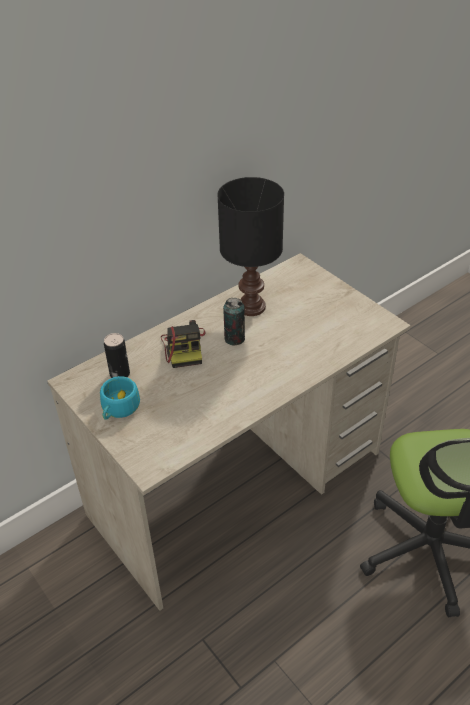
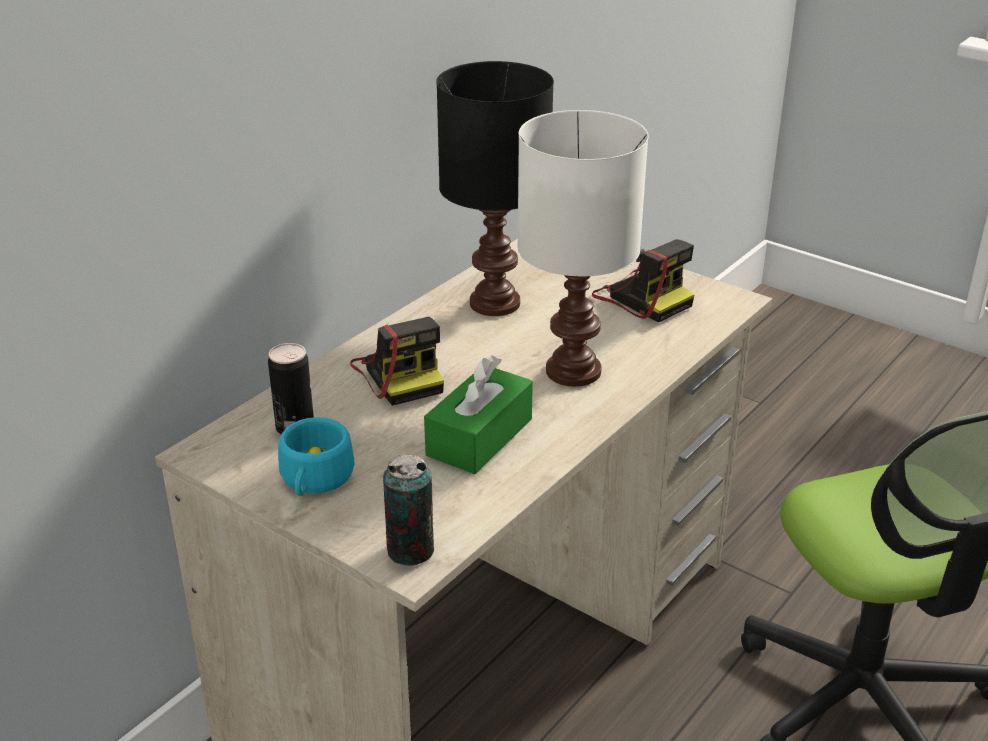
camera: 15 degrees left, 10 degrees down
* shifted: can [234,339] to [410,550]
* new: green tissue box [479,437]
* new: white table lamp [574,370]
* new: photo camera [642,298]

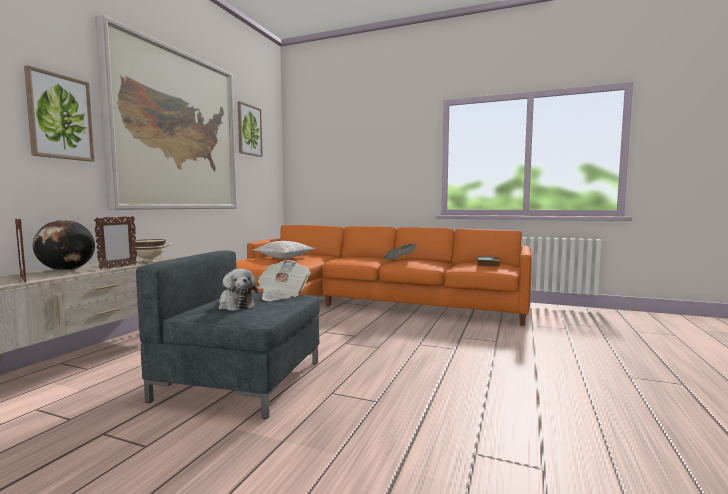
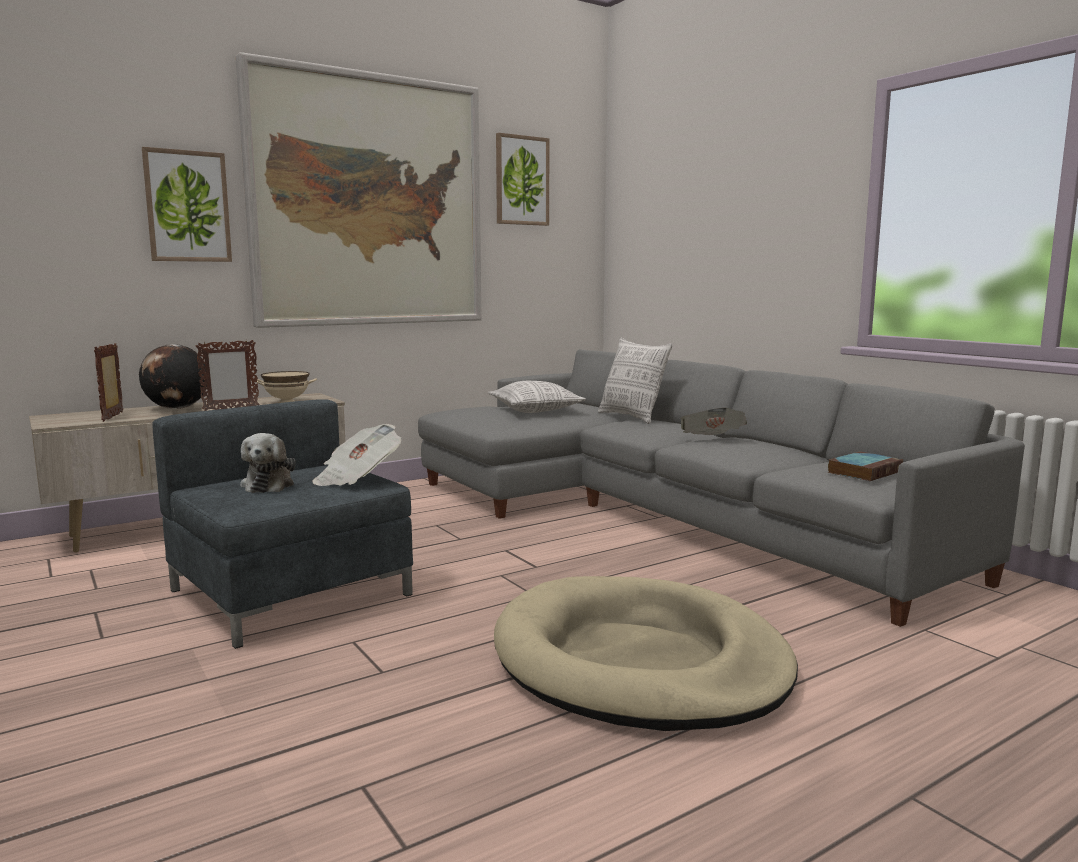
camera: 35 degrees right, 5 degrees up
* repainted: orange sofa [362,303] to grey sofa [654,512]
* new: beige dog bed [639,661]
* new: pillow [632,417]

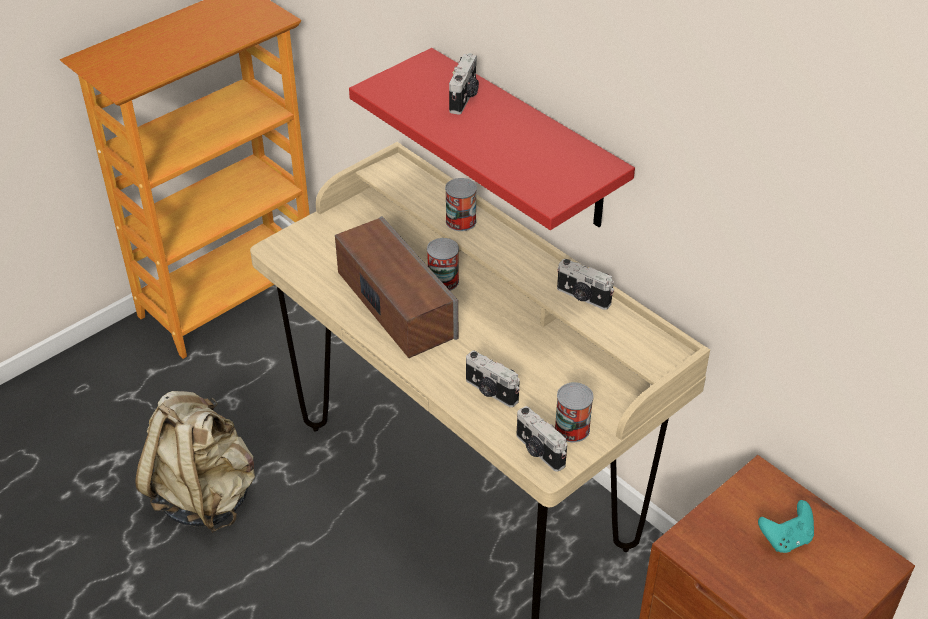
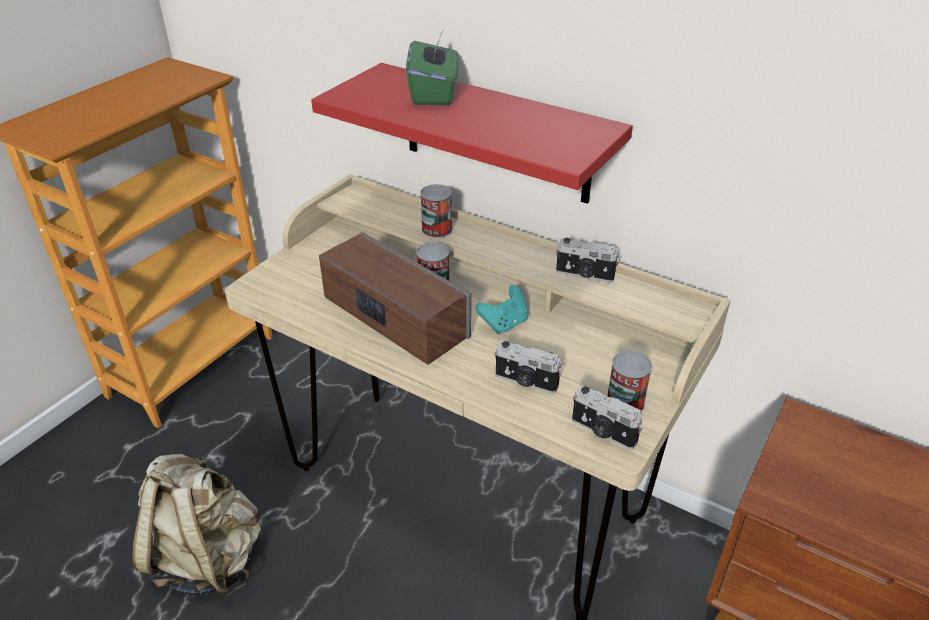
camera: 15 degrees left, 5 degrees down
* swapped: photo camera [464,98] to green tissue box [434,93]
* shifted: turquoise game controller [786,539] to [504,324]

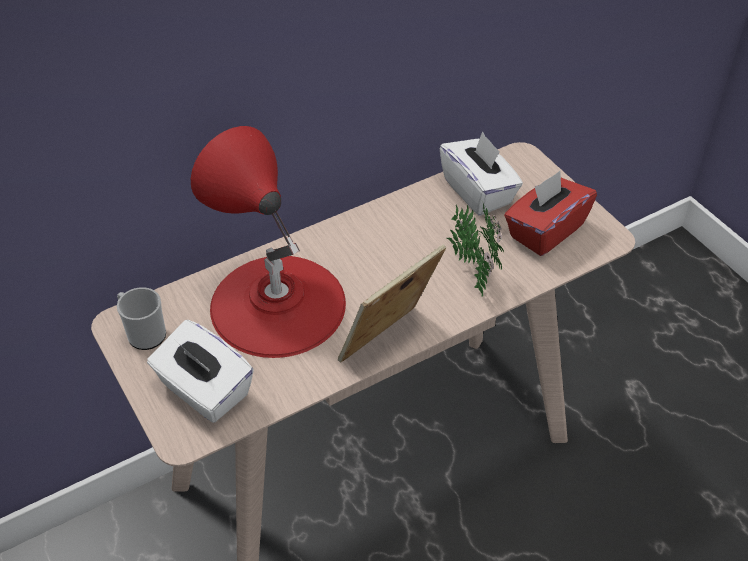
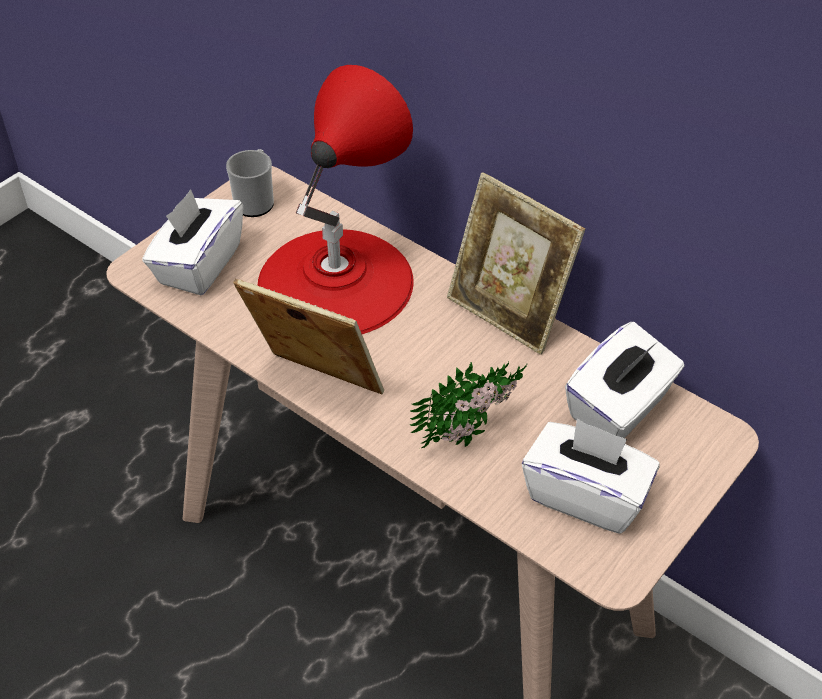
camera: 70 degrees right, 0 degrees up
* new: picture frame [508,314]
* repainted: red tissue box [545,231] to white tissue box [586,495]

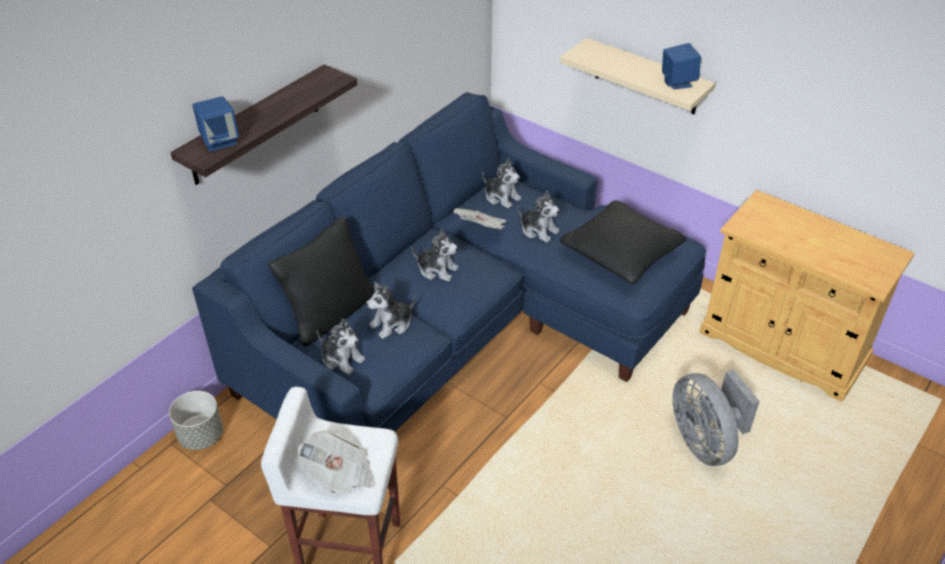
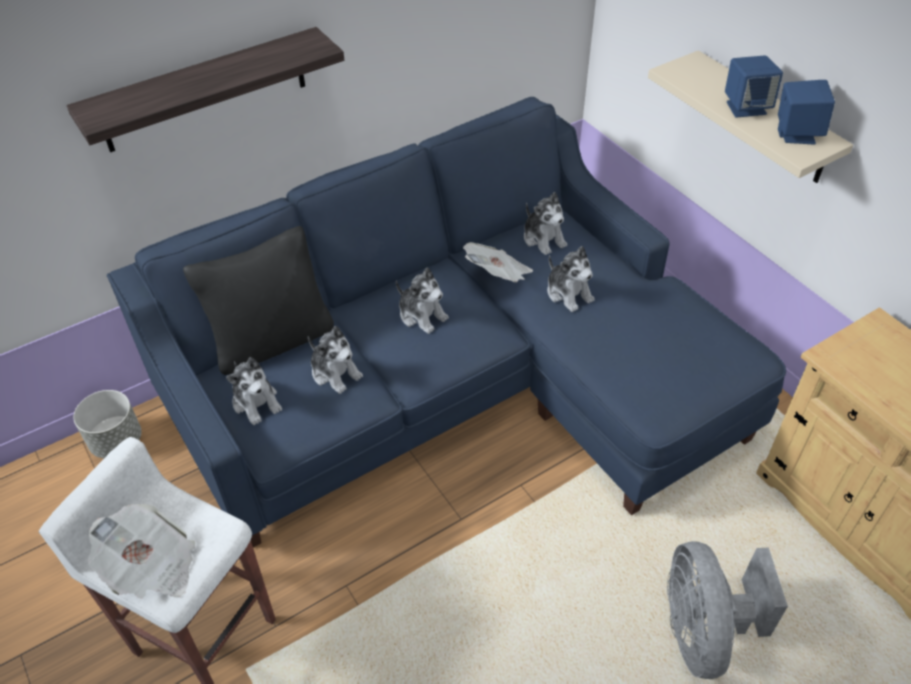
camera: 20 degrees right, 5 degrees up
* rotated: plush toy [392,324] = [335,372] 120 degrees counterclockwise
* shifted: blue speaker [220,141] to [746,107]
* gone: black pillow [621,253]

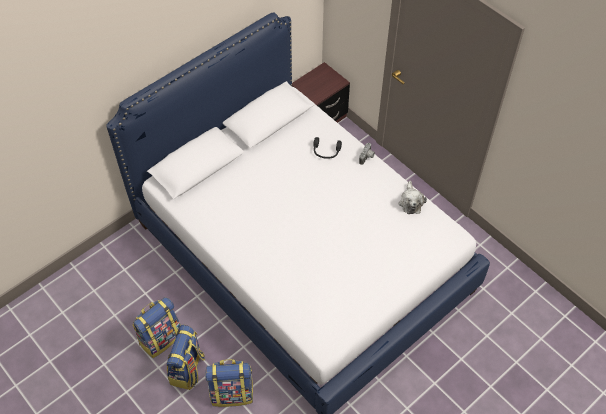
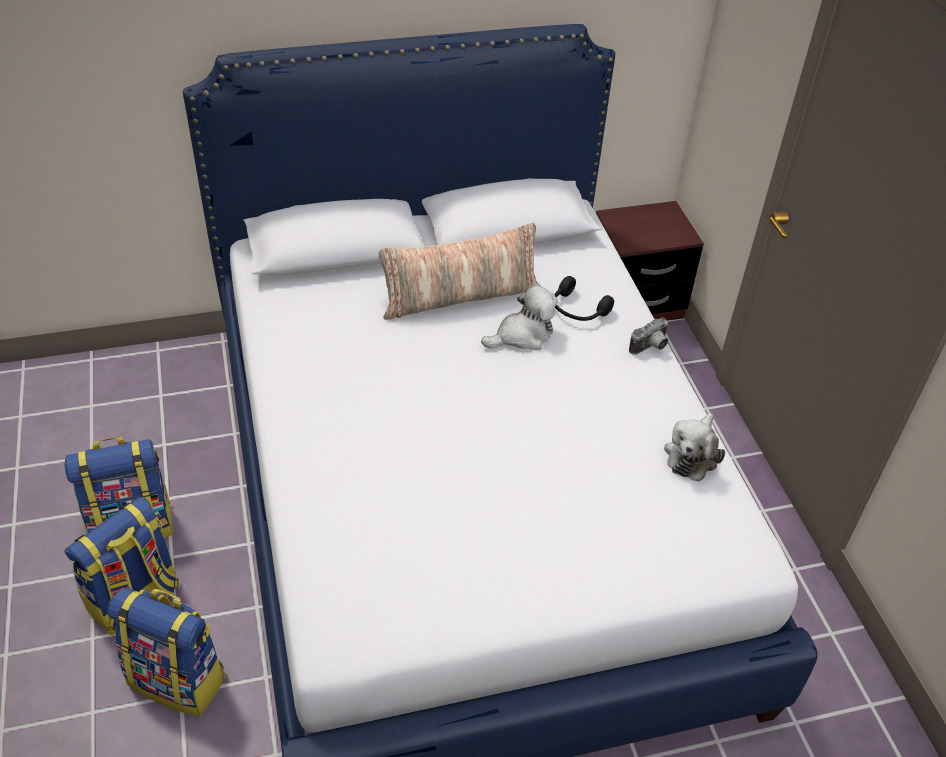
camera: 25 degrees right, 10 degrees down
* new: pillow [460,297]
* new: plush toy [522,335]

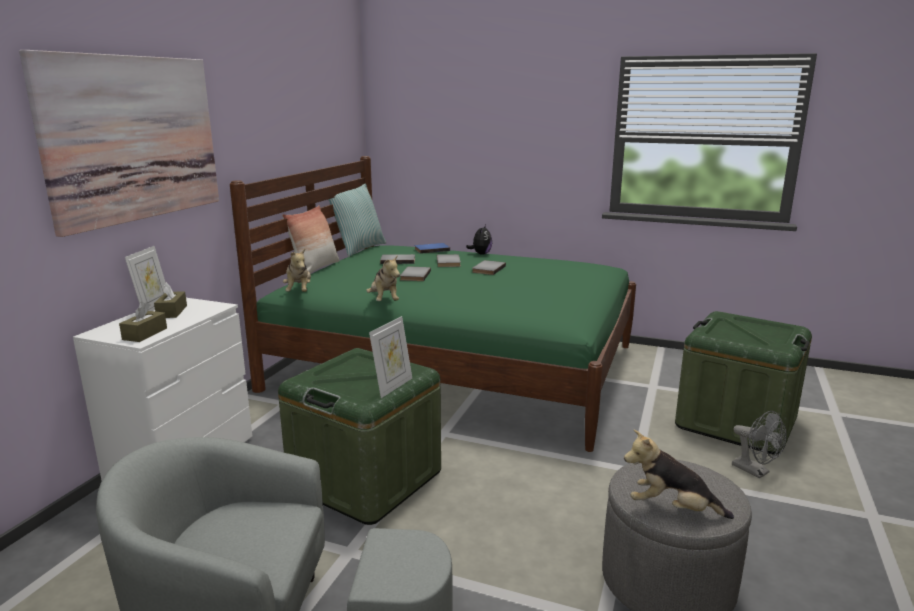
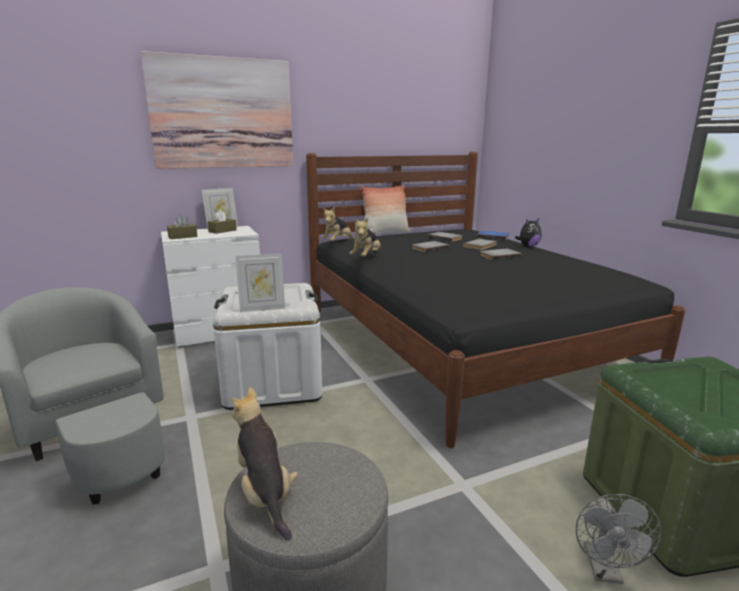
camera: 45 degrees right, 0 degrees up
* repainted: green storage box [365,479] to white storage box [273,383]
* repainted: green bed [455,368] to black bed [459,341]
* gone: pillow [358,249]

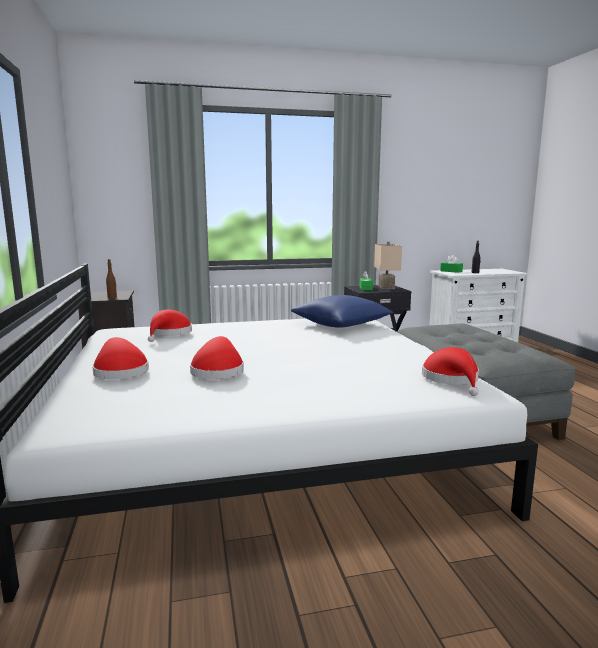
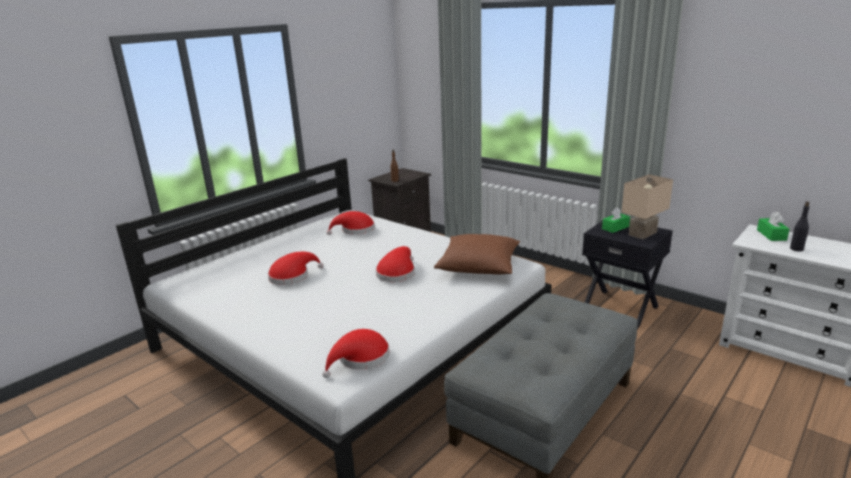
camera: 55 degrees right, 10 degrees up
* shifted: red hat [120,371] to [397,273]
* repainted: blue pillow [341,325] to brown pillow [478,267]

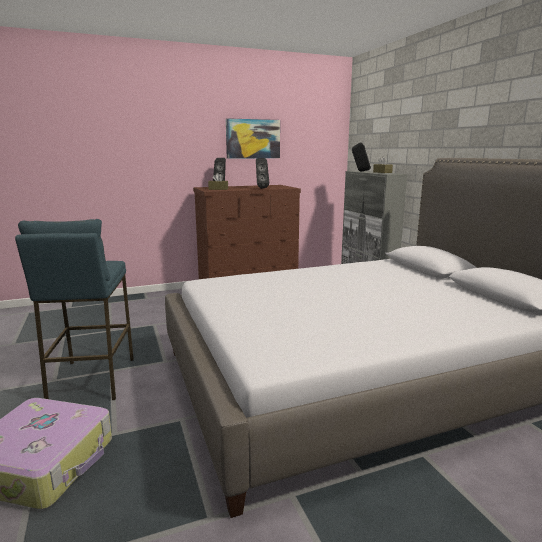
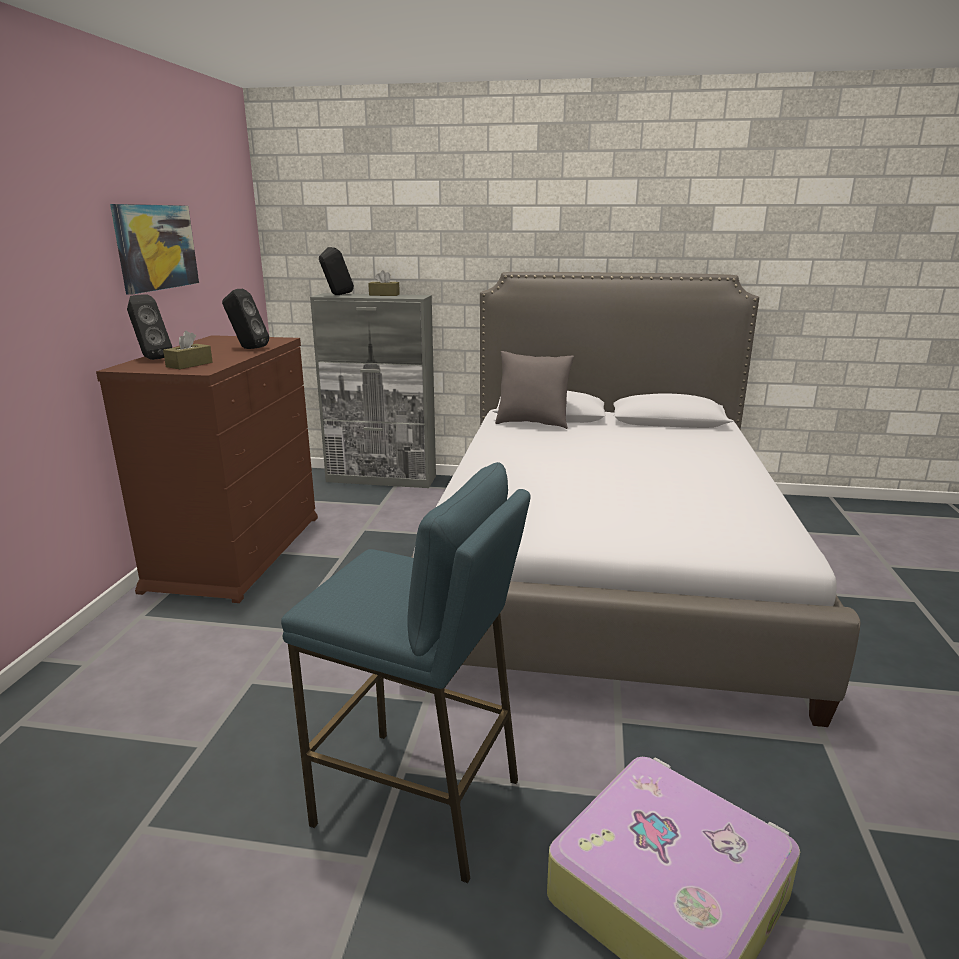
camera: 60 degrees left, 5 degrees up
* new: grey pillow [532,423]

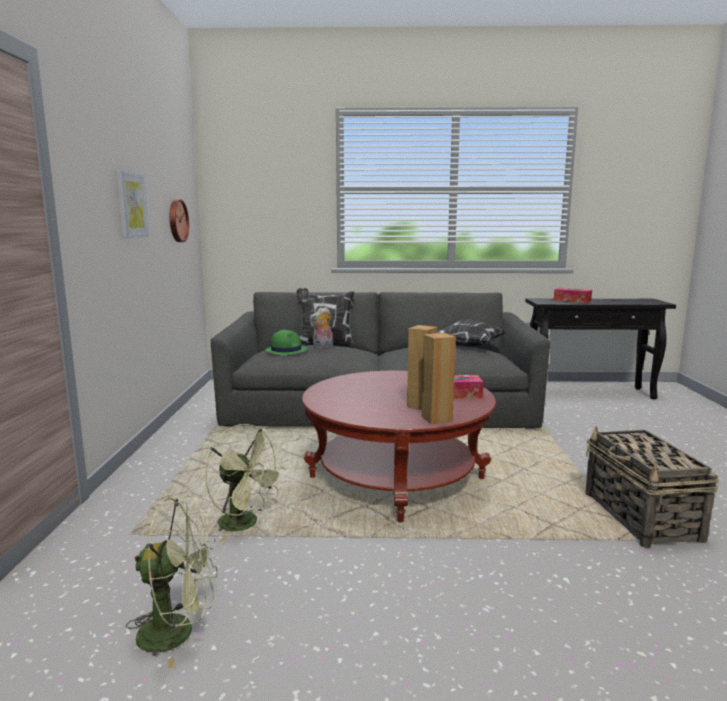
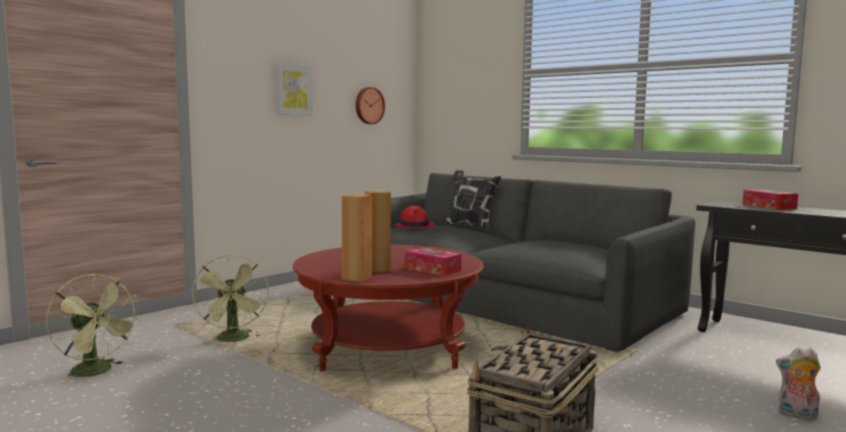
camera: 40 degrees right, 5 degrees down
* repainted: green hat [286,350] to red hat [415,226]
* shifted: plush toy [322,347] to [797,415]
* gone: pillow [468,347]

